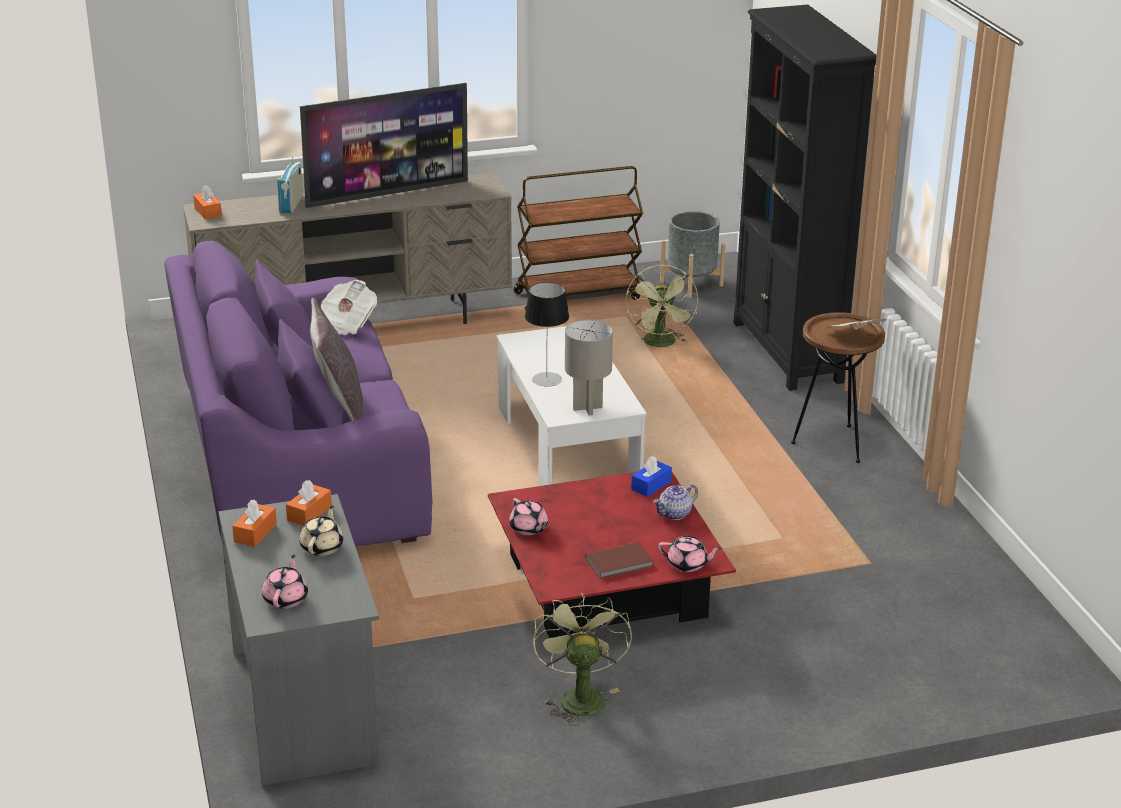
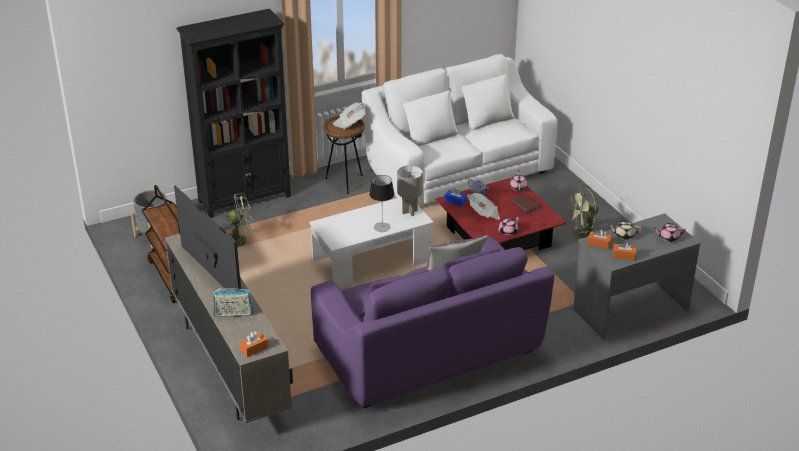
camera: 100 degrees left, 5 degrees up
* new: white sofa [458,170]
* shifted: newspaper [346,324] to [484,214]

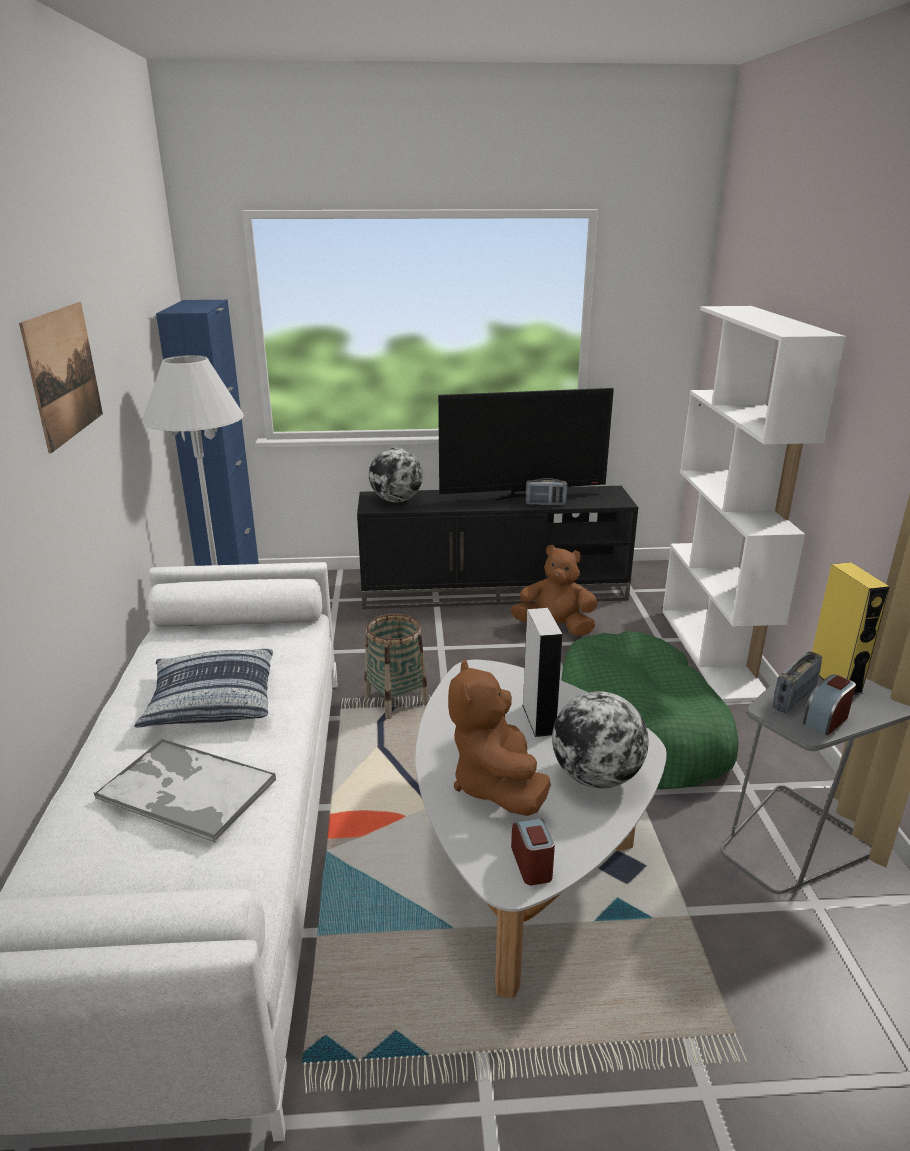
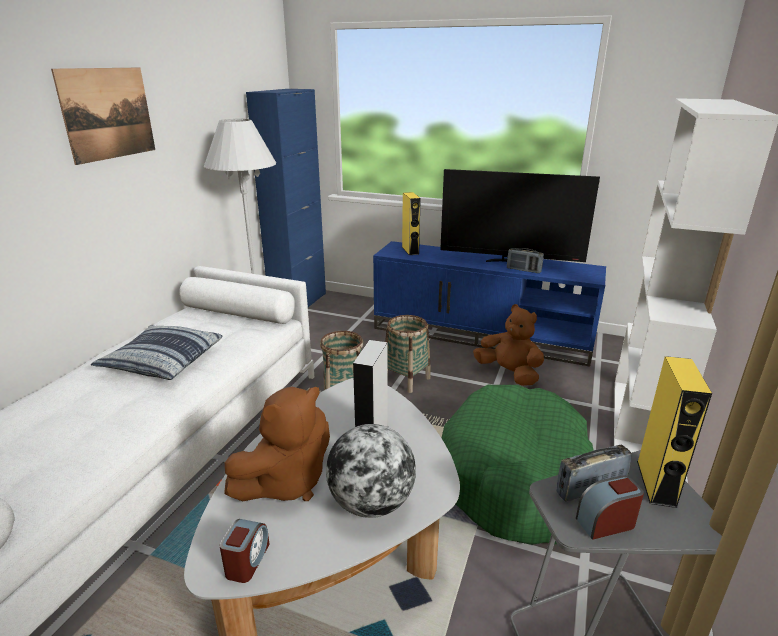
camera: 25 degrees right, 0 degrees up
* rotated: brown plush toy [496,785] = [286,482] 150 degrees counterclockwise
* repainted: black tv stand [494,590] to blue tv stand [481,335]
* new: basket [406,379]
* swapped: globe [396,500] to yellow speaker [410,250]
* gone: tray [185,789]

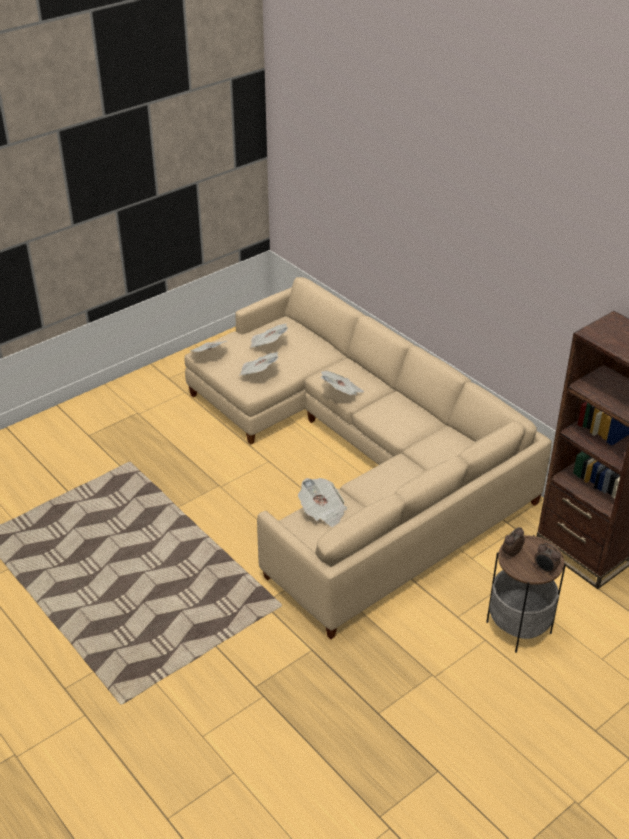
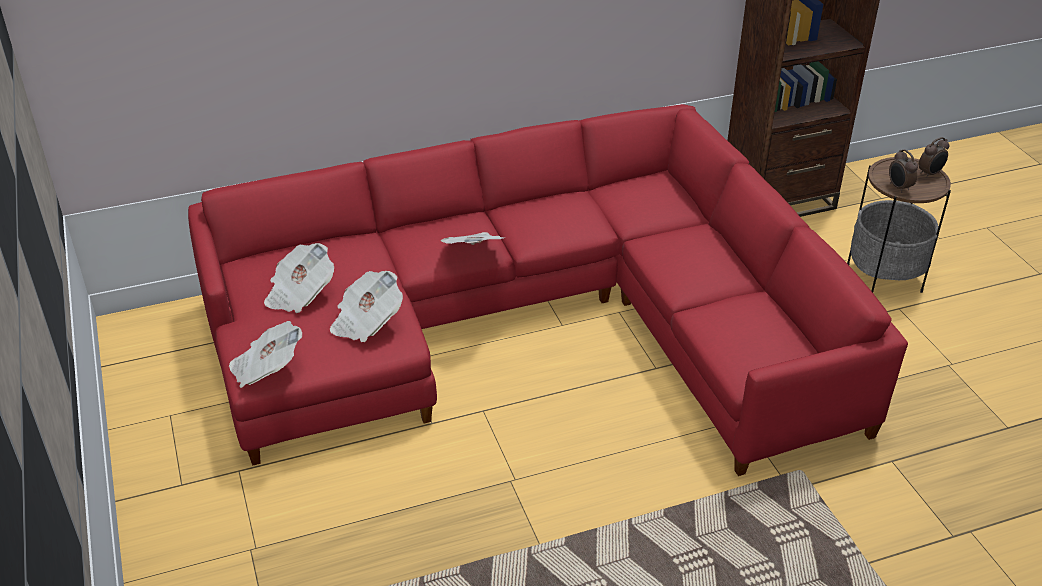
camera: 70 degrees left, 0 degrees up
* repainted: beige sofa [356,461] to red sofa [531,324]
* gone: newspaper [322,512]

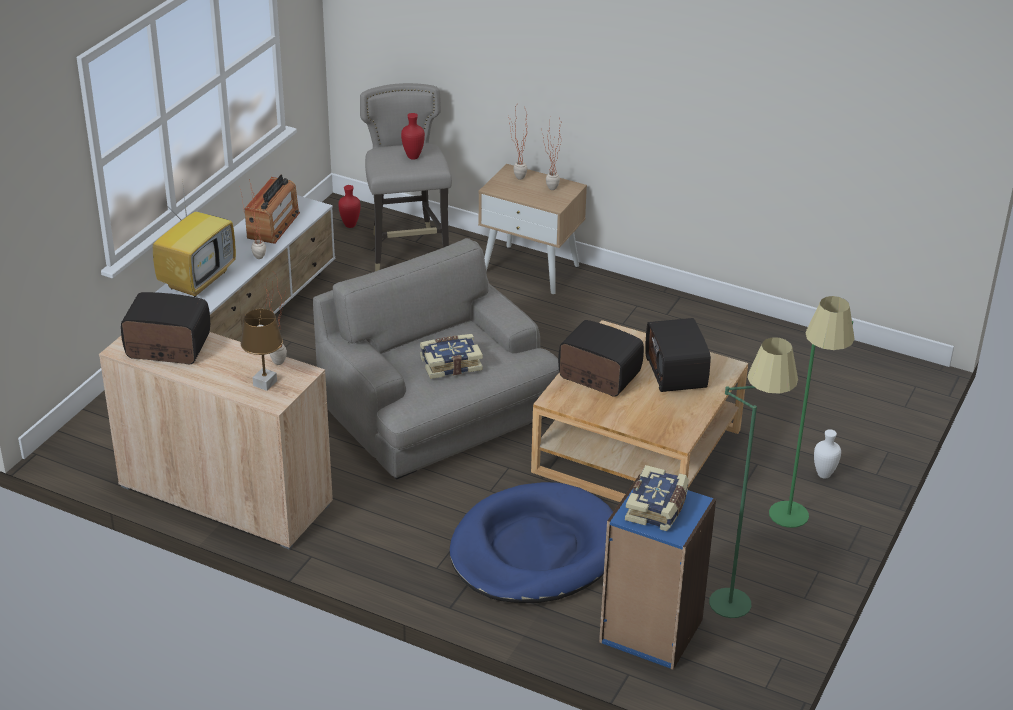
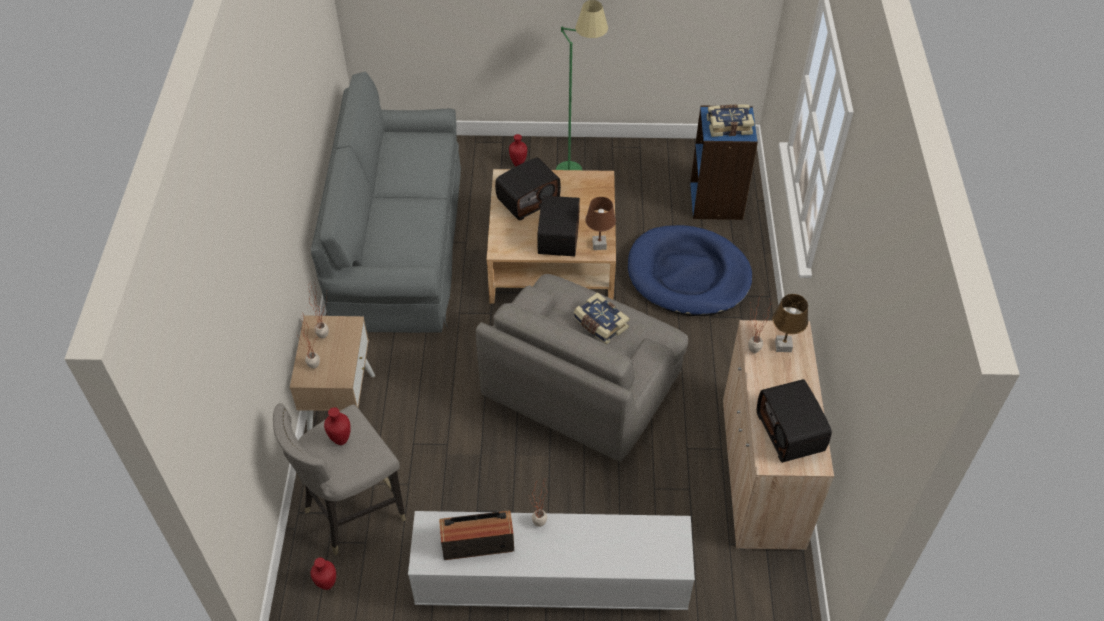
camera: 115 degrees left, 15 degrees up
* new: grey sofa [400,245]
* repainted: white vase [824,475] to red vase [518,164]
* new: brown table lamp [599,245]
* gone: television [197,279]
* gone: green floor lamp [737,591]

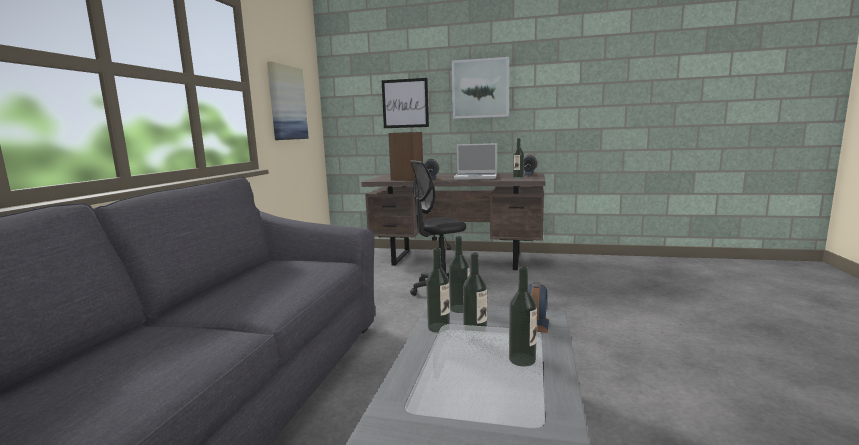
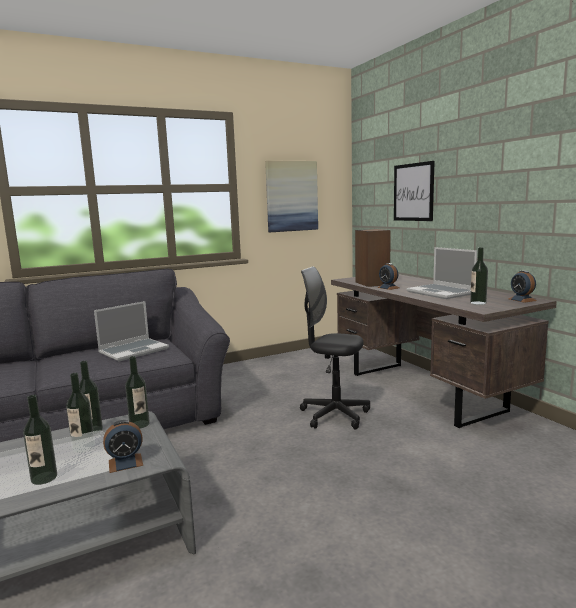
camera: 50 degrees right, 0 degrees up
* new: laptop [134,350]
* gone: picture [480,88]

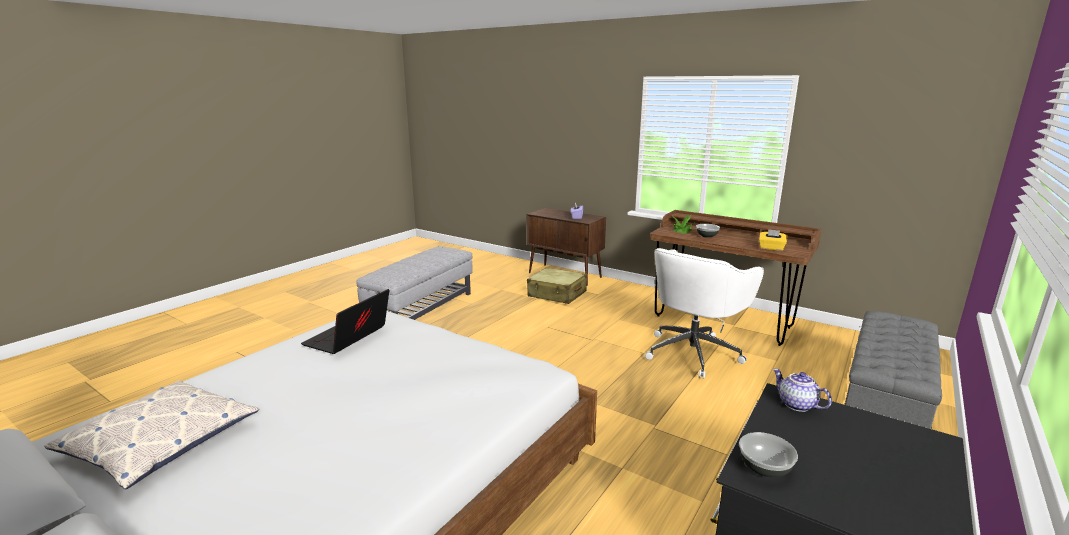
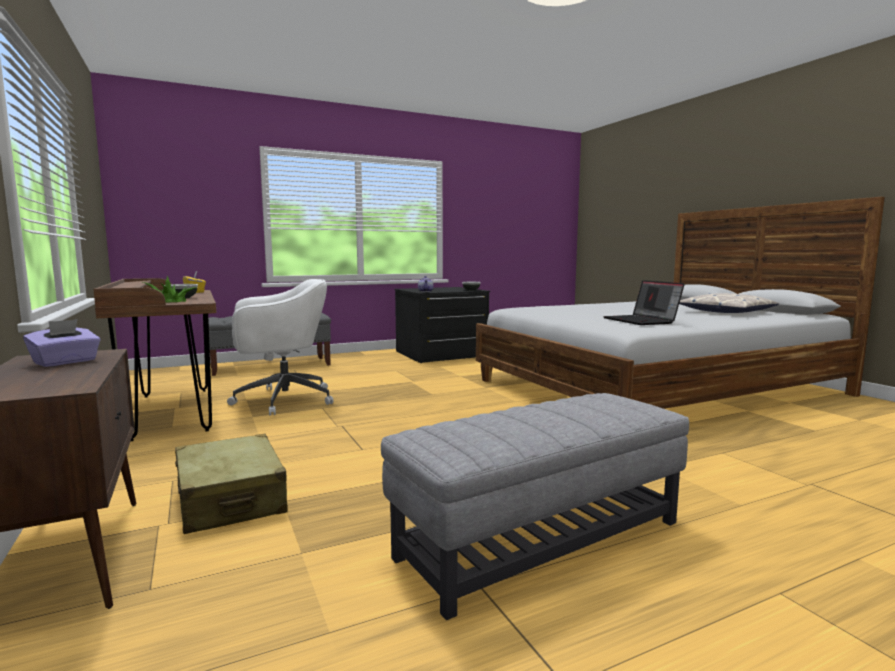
camera: 150 degrees left, 10 degrees down
* rotated: laptop [348,338] = [642,321] 105 degrees clockwise

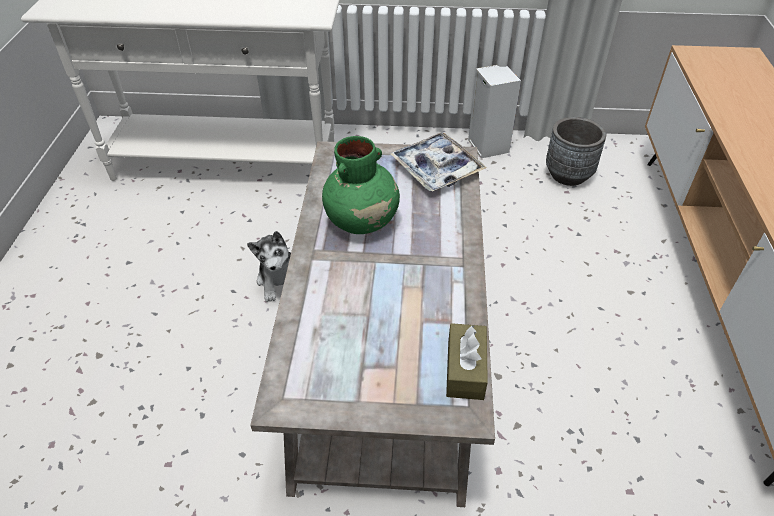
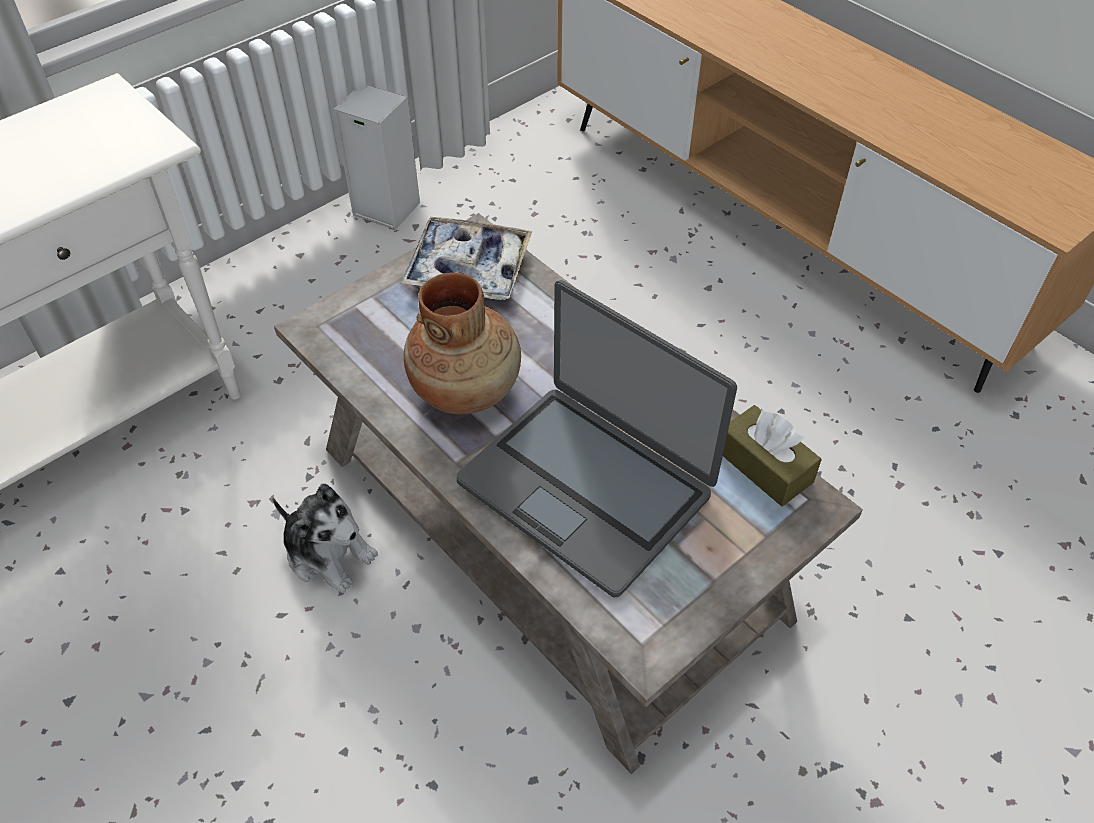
camera: 45 degrees left, 5 degrees up
* repainted: green vase [362,221] to brown vase [466,388]
* new: laptop [586,486]
* gone: grey planter [568,175]

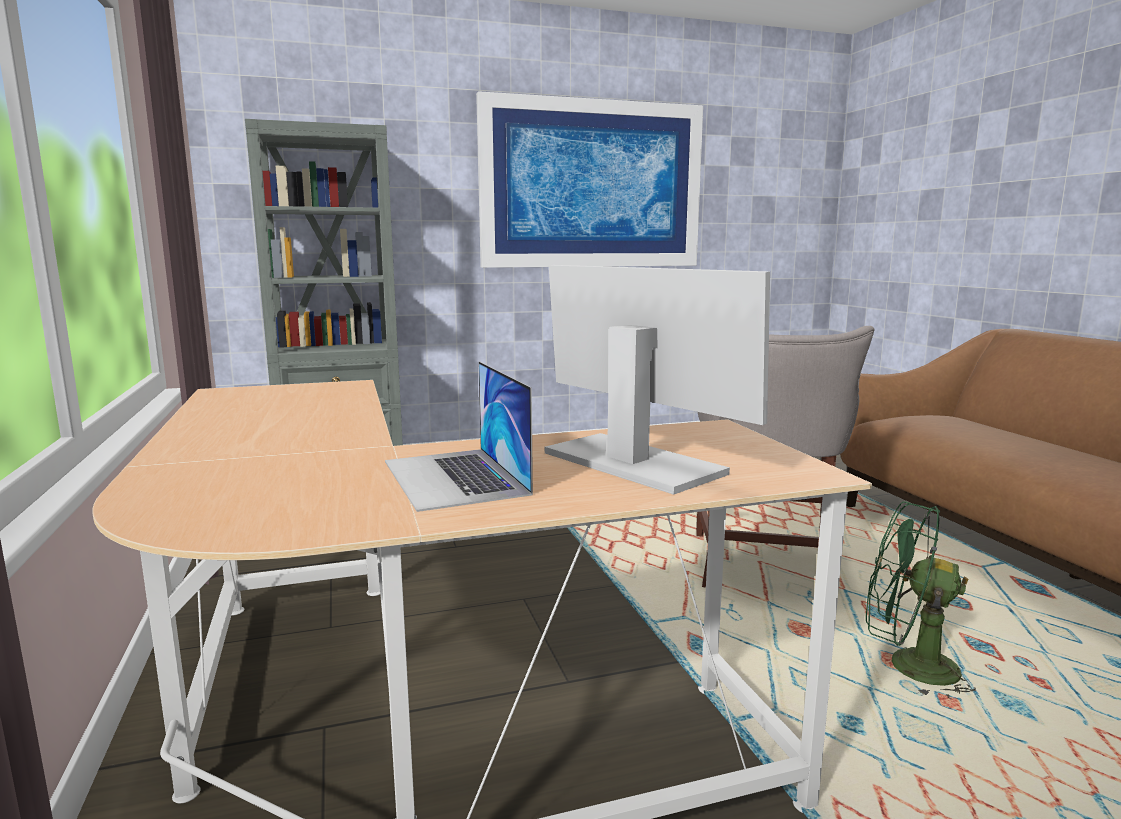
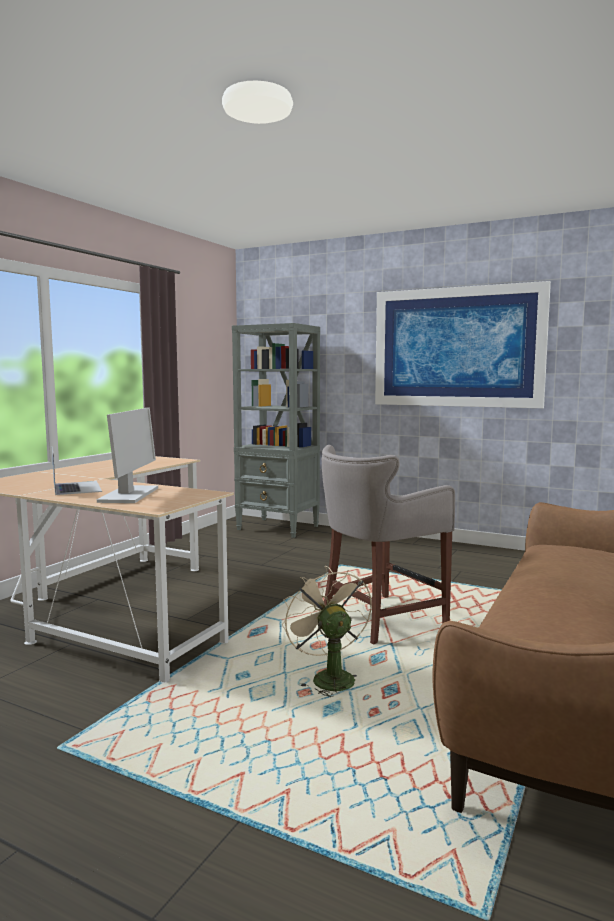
camera: 45 degrees right, 5 degrees down
* rotated: laptop [454,477] = [76,487] 135 degrees clockwise
* repainted: green fan [908,667] to beige fan [328,677]

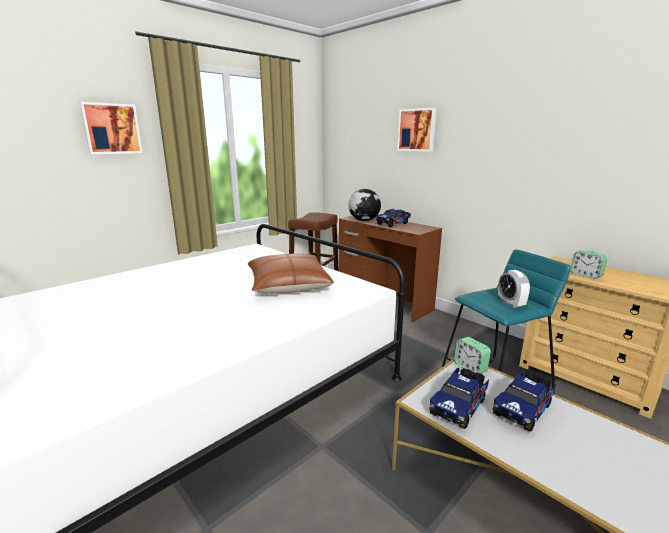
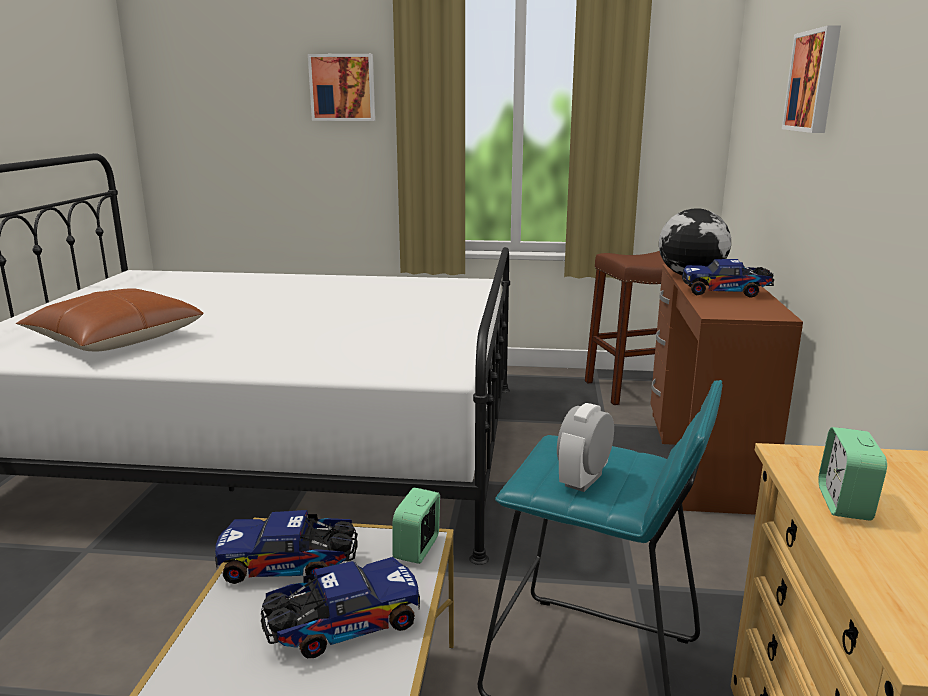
camera: 50 degrees right, 0 degrees up
* shifted: brown pillow [288,285] to [115,339]
* rotated: toy truck [523,408] = [341,626] 150 degrees clockwise

